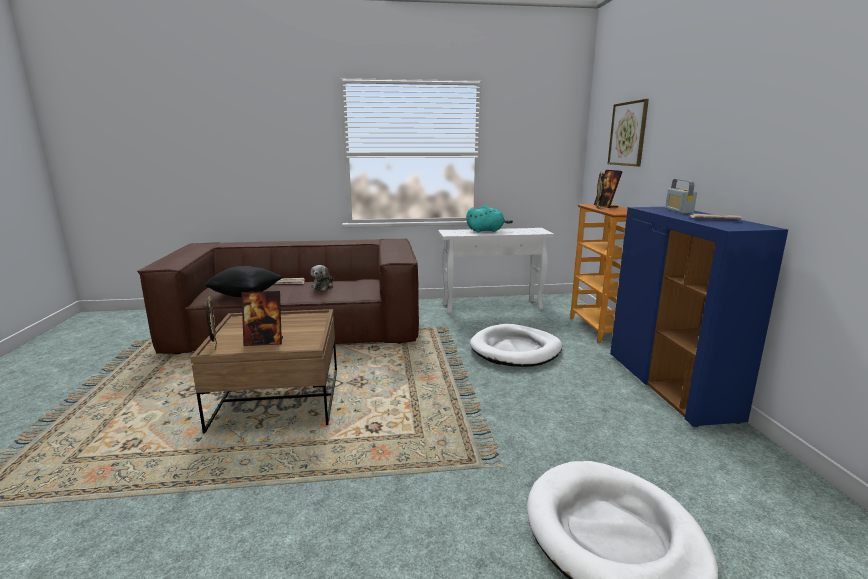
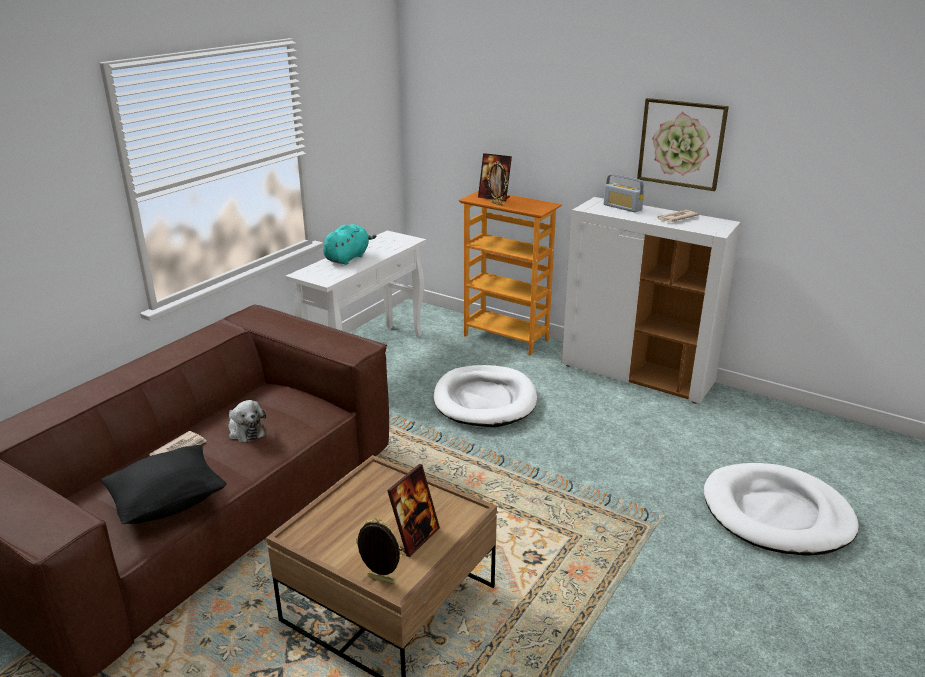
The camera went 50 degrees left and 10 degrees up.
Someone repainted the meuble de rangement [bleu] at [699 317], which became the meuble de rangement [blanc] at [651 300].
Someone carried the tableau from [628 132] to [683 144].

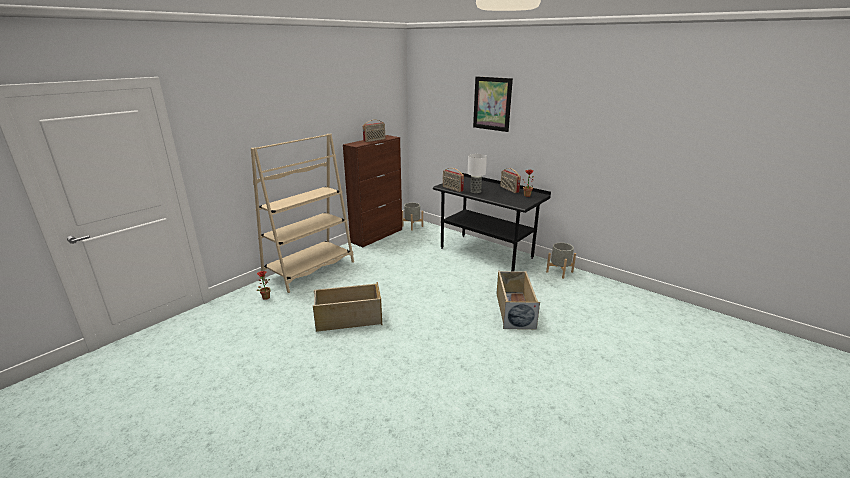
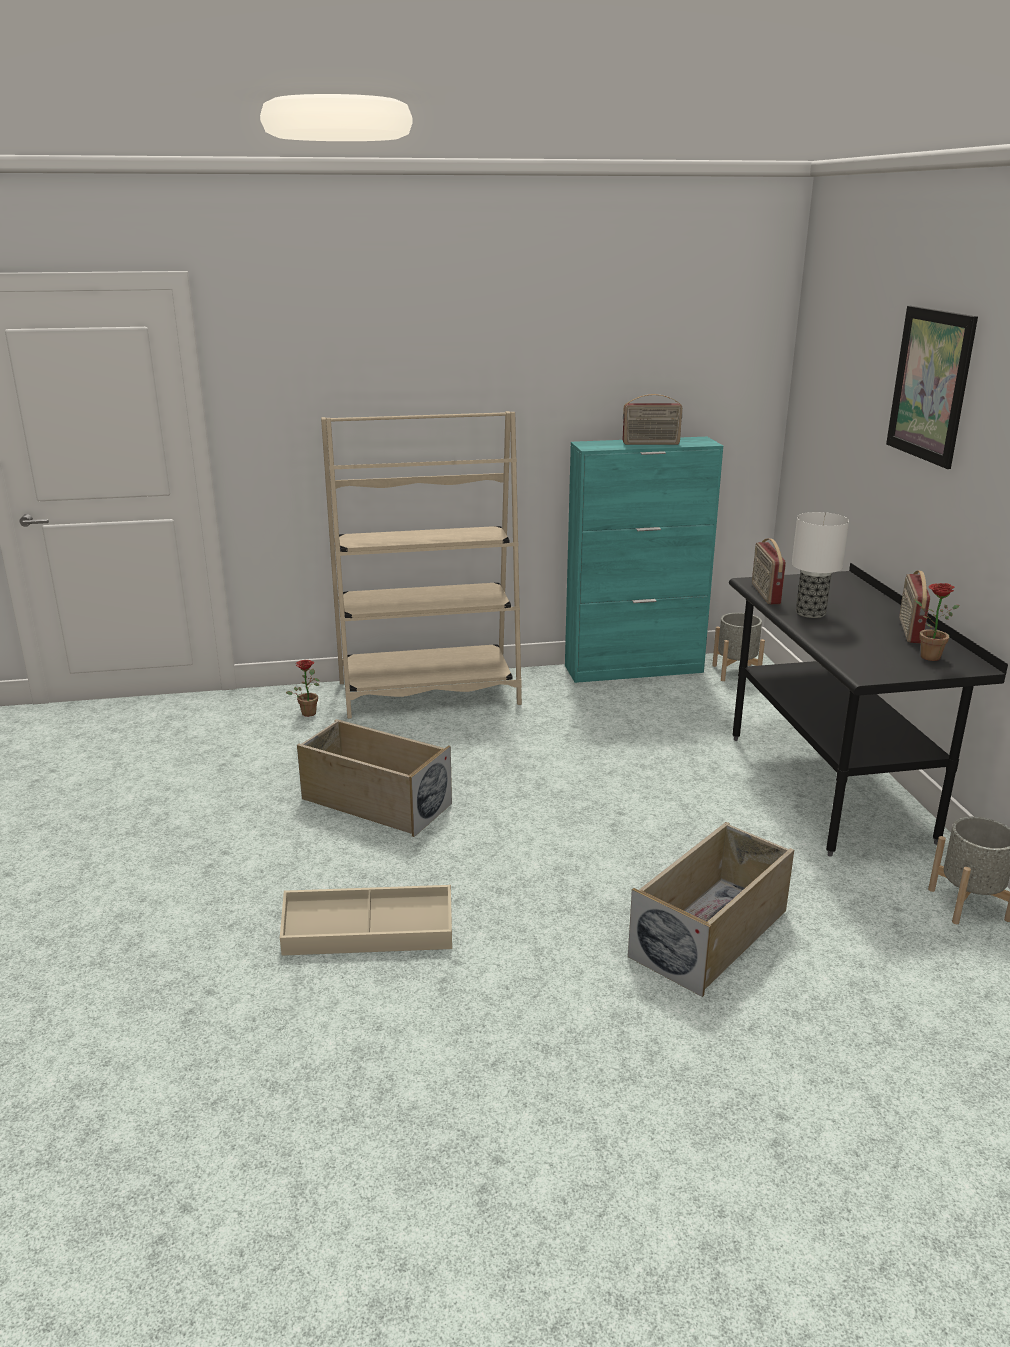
The camera went 40 degrees right and 0 degrees up.
Someone put down the boîte de rangement [beige] at [366 920].
Someone repainted the meuble de rangement [marron] at [372 191], which became the meuble de rangement [turquoise] at [644 560].

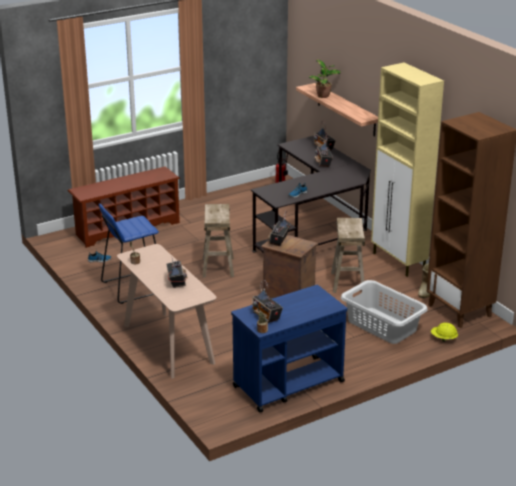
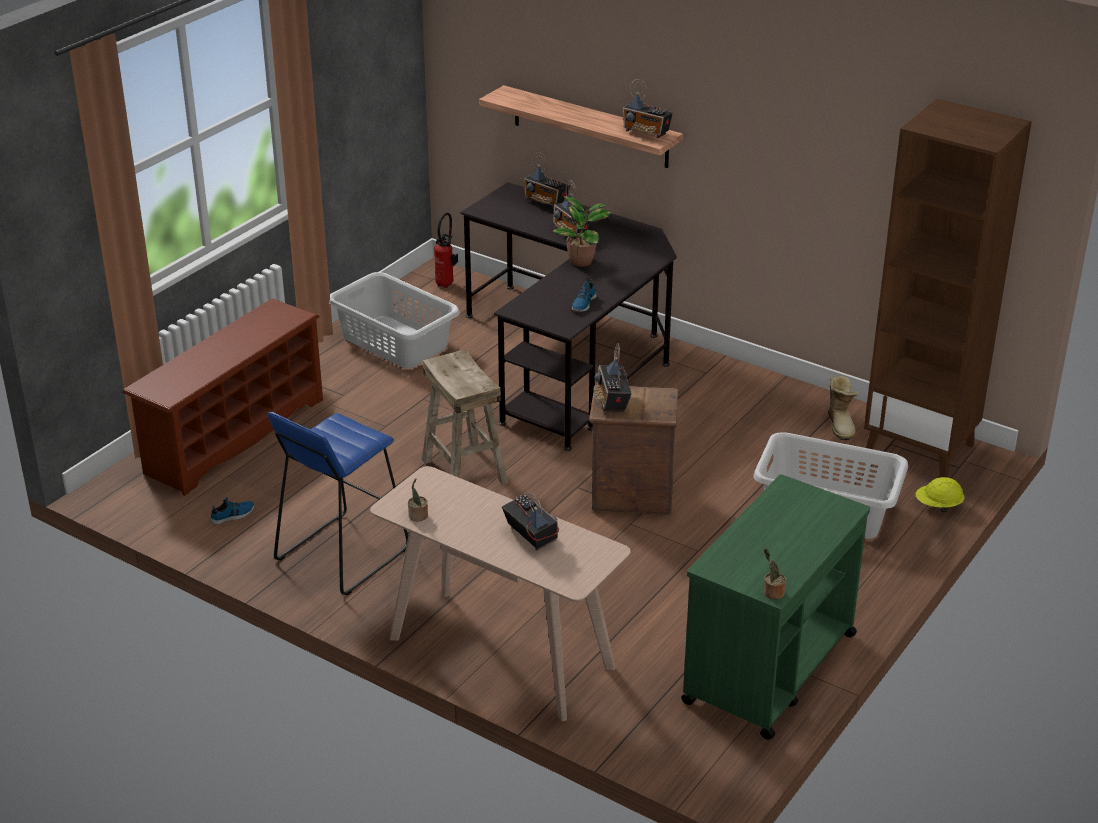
The camera went 25 degrees left and 5 degrees up.
Someone put down the panier à linge [gris] at [394 320].
Someone carried the plante en pot from [325 78] to [582 231].
Someone carried the radio from [267 301] to [648 108].
Someone repainted the chariot [bleu] at [289 348], which became the chariot [vert] at [775 607].
Someone took away the tabouret [beige] at [348 255].
Someone took away the meuble de rangement [beige] at [407 170].

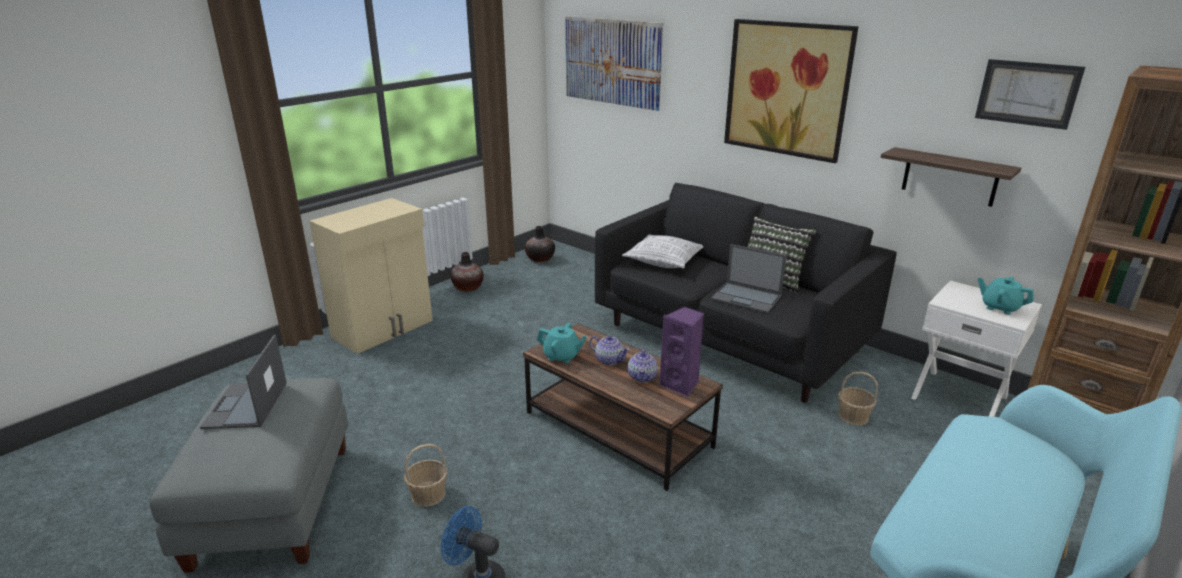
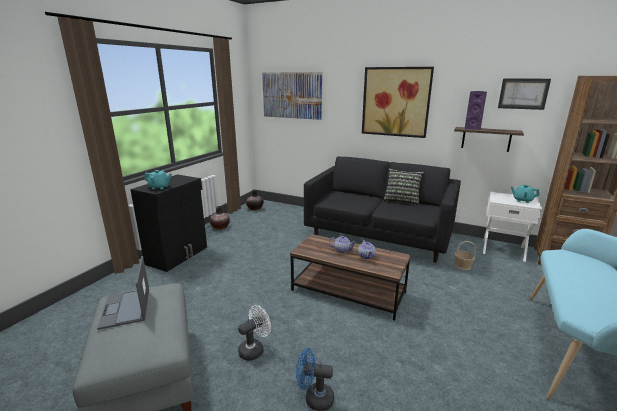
The camera went 15 degrees left and 5 degrees down.
Someone repainted the meuble de rangement [beige] at [371 276], which became the meuble de rangement [noir] at [168 223].
Someone carried the théière [turquoise] from [562 343] to [158 179].
Someone swapped the panier at [425 475] for the ventilateur [blanc] at [254 333].
Someone carried the enceinte [violet] from [681 351] to [475 110].
Someone took away the coussin at [662 251].
Someone took away the ordinateur portable at [749 278].

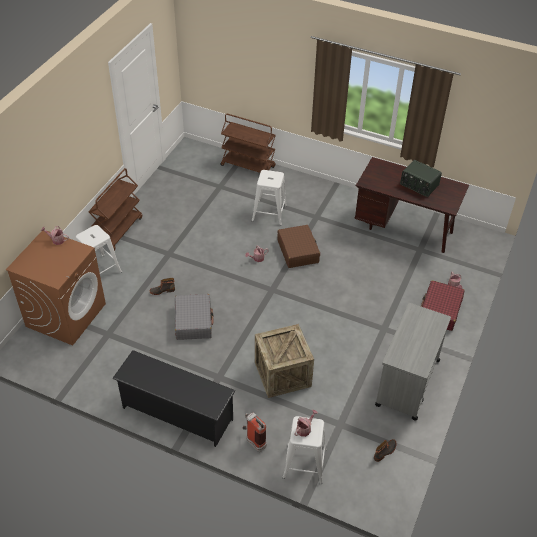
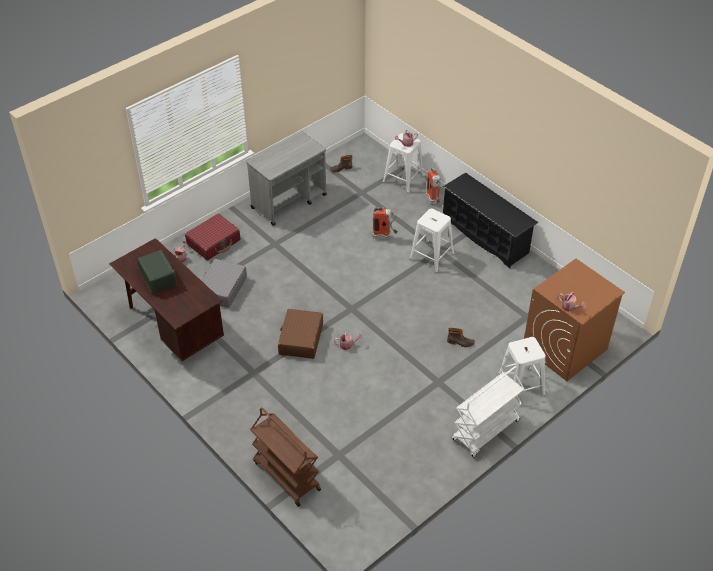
The camera went 155 degrees left and 0 degrees up.
Someone carried the valise [gris] from [194 317] to [224 283].
Someone swapped the caisse at [284 361] for the extincteur at [385 223].
Someone carried the tabouret [blanc] from [269 198] to [431 240].
Someone repainted the chariot [marron] at [115 209], which became the chariot [blanc] at [488 411].

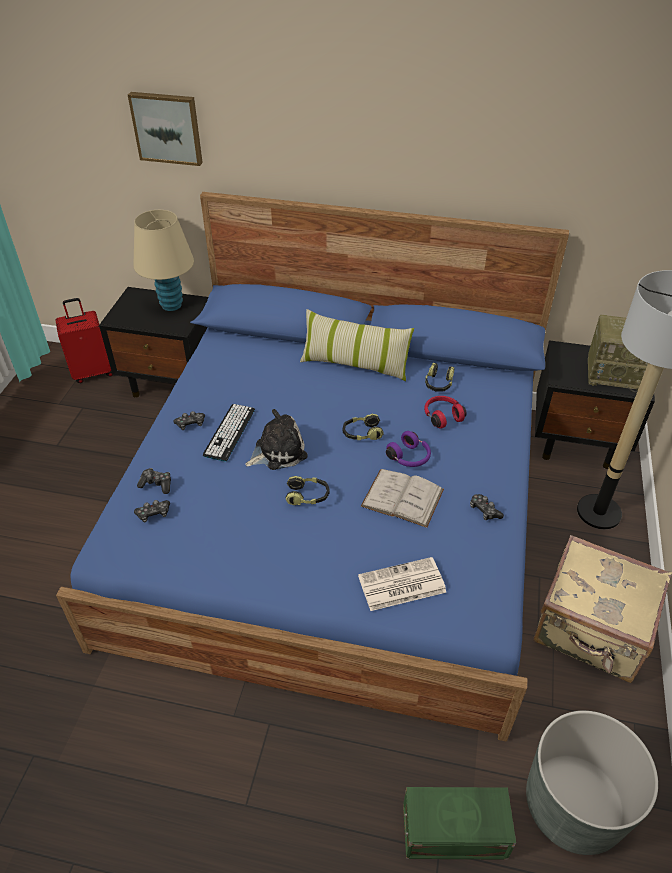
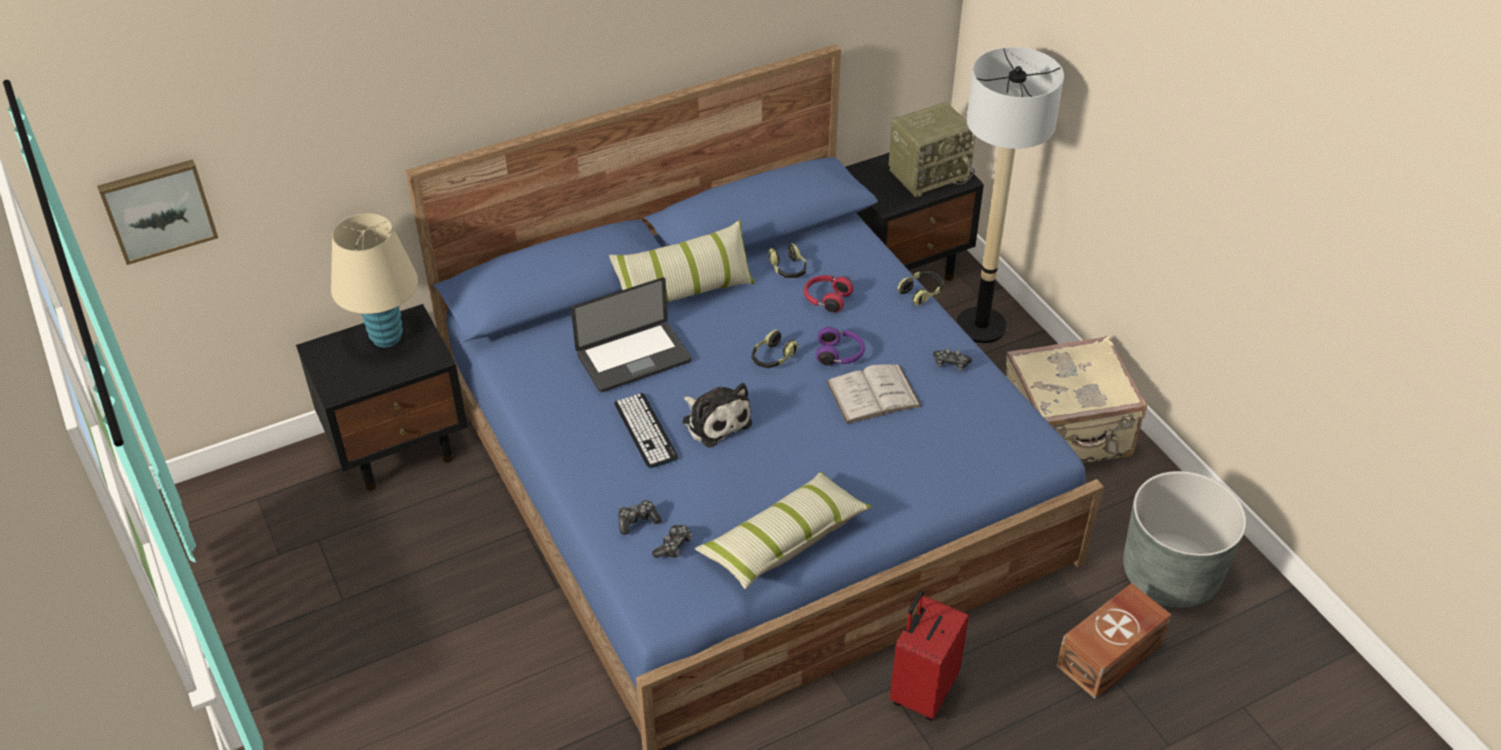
The camera went 40 degrees left and 0 degrees up.
Someone carried the tableau from [165 129] to [157 212].
Someone put down the ordinateur portable at [631 334].
Someone rotated the peluche at [276 439] by 120 degrees clockwise.
Someone put down the coussin at [783 530].
Someone carried the valise [rouge] from [84 340] to [929 655].
Someone carried the casque audio from [307 490] to [920 288].
Someone repainted the boîte de rangement [vert] at [459 823], which became the boîte de rangement [marron] at [1113 641].
Someone took away the manette at [189 420].
Someone took away the journal at [402 584].

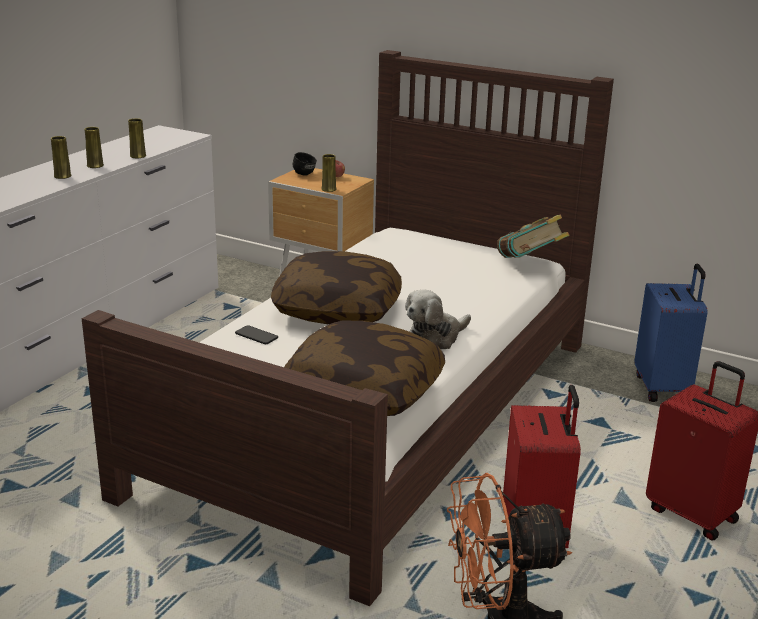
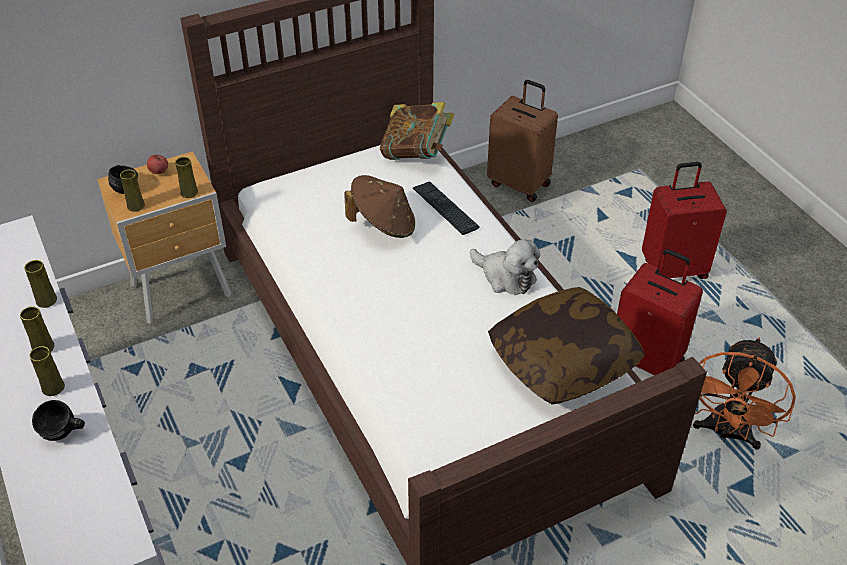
The camera went 55 degrees left and 20 degrees up.
Someone put down the mug [noir] at [58 420].
Someone put down the vase [jaune] at [132 190].
Someone put down the chapeau [marron] at [379 206].
Someone put down the clavier at [446 208].
Someone rotated the peluche at [438 319] by 45 degrees counterclockwise.
Someone repainted the valise [bleu] at [671 333], which became the valise [marron] at [522 141].
Someone took away the téléphone at [256 334].
Someone took away the coussin at [336 288].

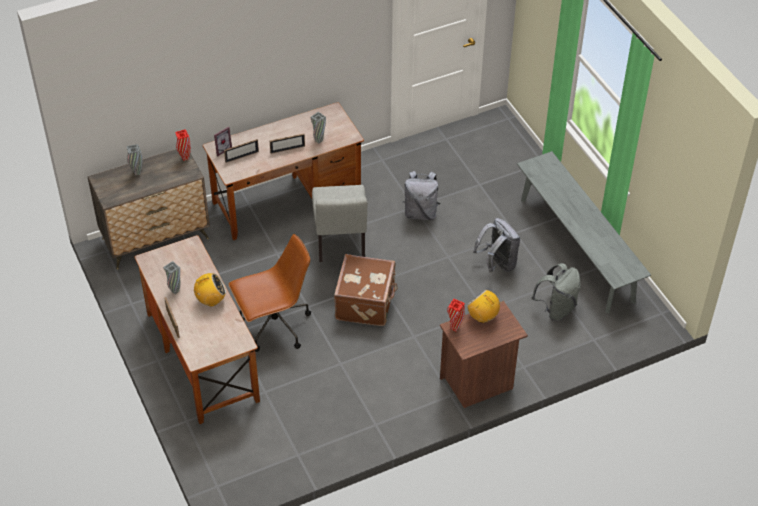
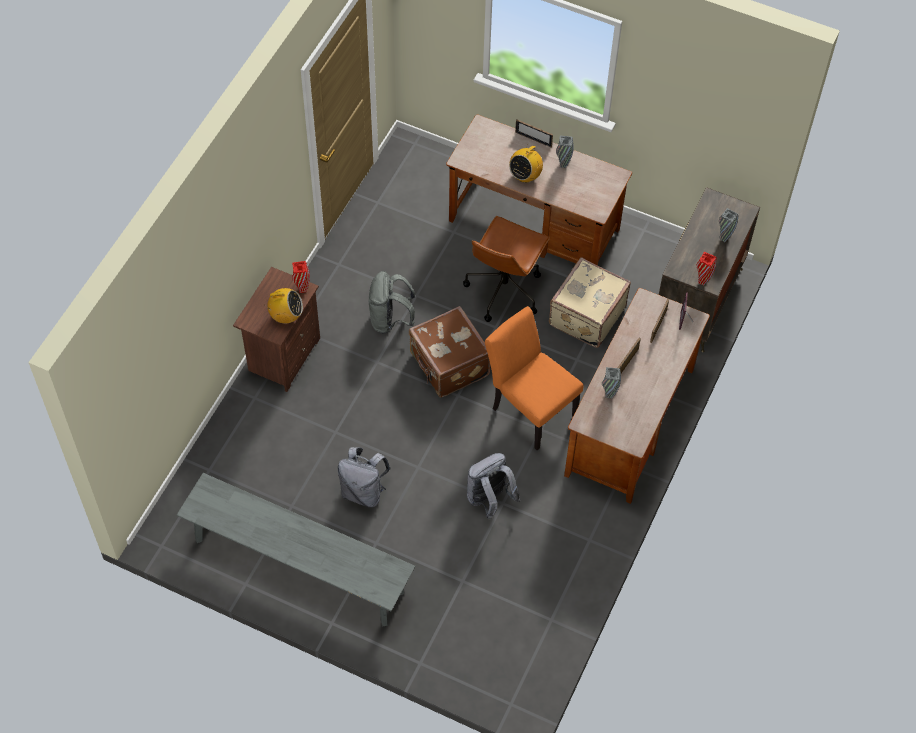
The camera went 140 degrees right and 10 degrees up.
Someone carried the sac à dos [gris] from [556 292] to [391 302].
Someone repainted the chaise [gris] at [340 223], which became the chaise [orange] at [534 378].
Someone put down the valise [beige] at [590 302].

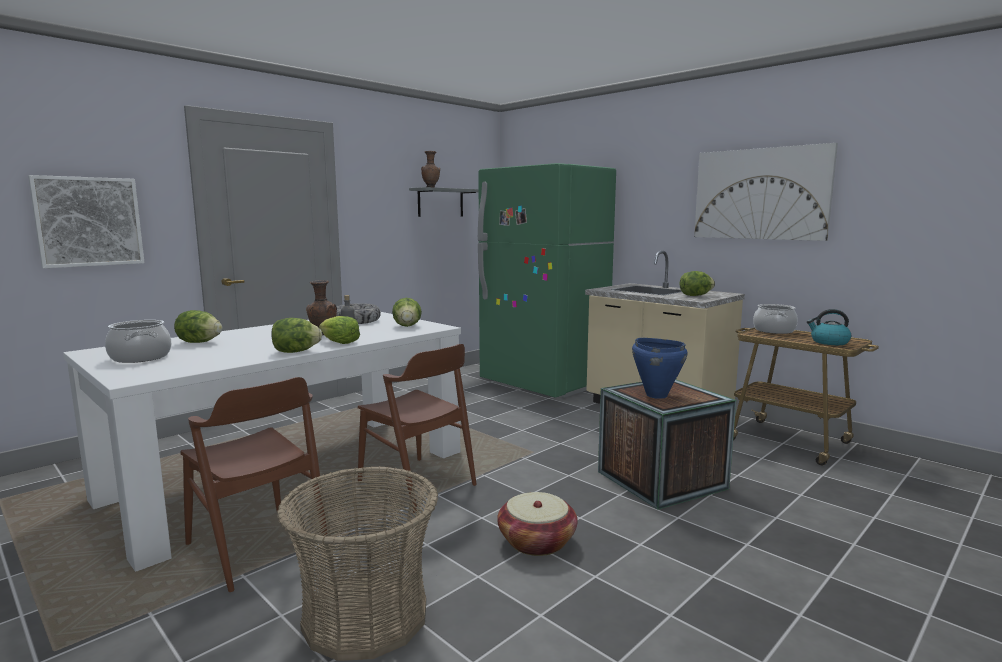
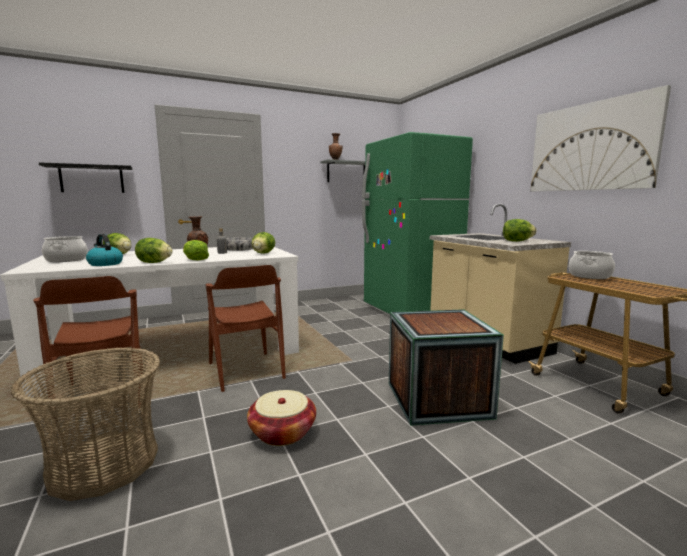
The camera went 20 degrees right and 0 degrees up.
Someone swapped the tableau at [86 221] for the étagère [noir] at [85 177].
Someone carried the bouilloire from [829 327] to [104 250].
Someone took away the marmite [bleu] at [659 368].

